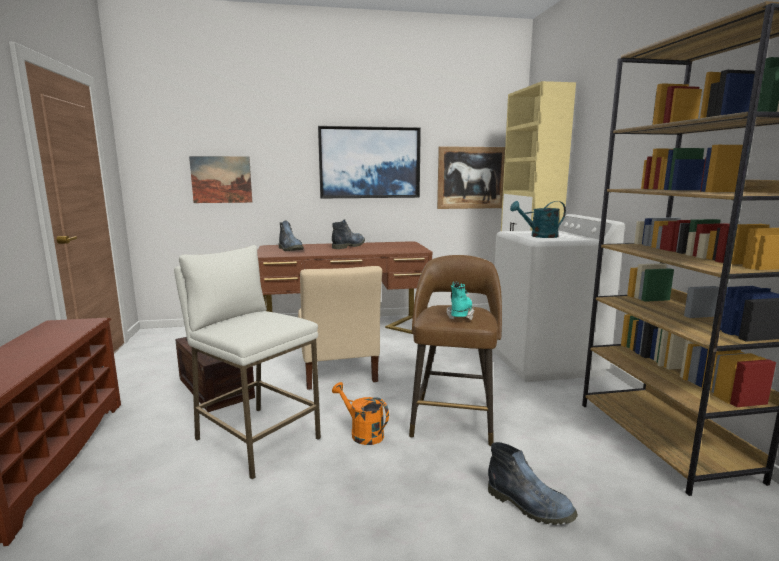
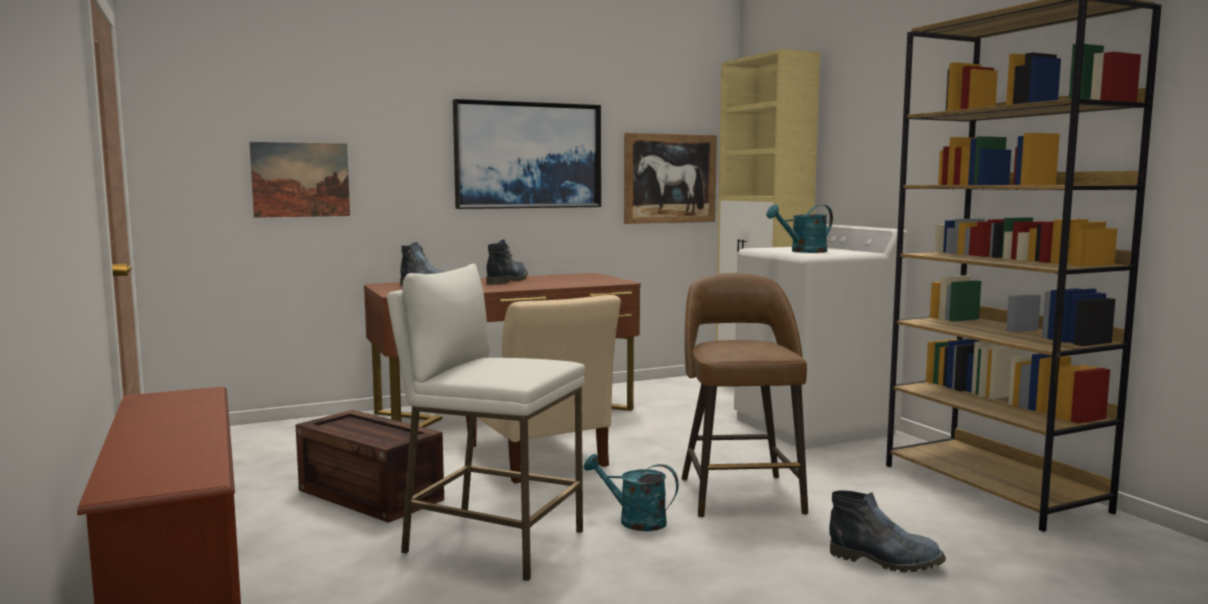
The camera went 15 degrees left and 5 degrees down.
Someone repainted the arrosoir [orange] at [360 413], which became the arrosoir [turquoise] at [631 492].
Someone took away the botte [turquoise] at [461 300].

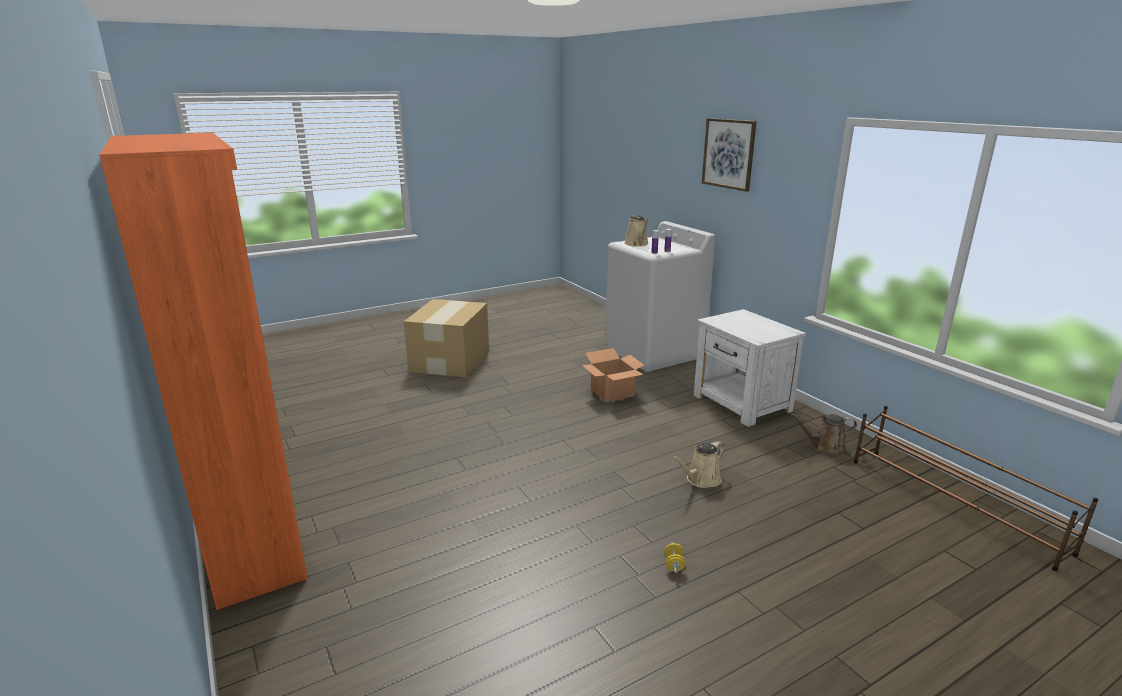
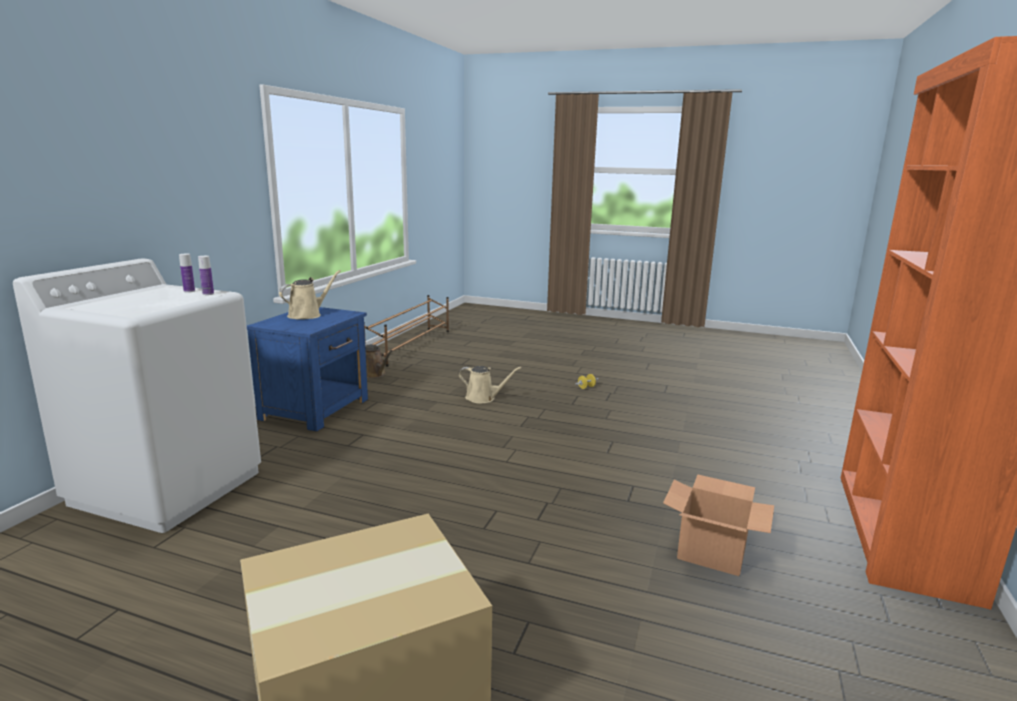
The camera went 130 degrees left and 5 degrees down.
Someone repainted the table de chevet [blanc] at [750 368], which became the table de chevet [bleu] at [307 369].
Someone carried the arrosoir [beige] from [636 231] to [310 294].
Someone carried the carton from [613 375] to [718 525].
Someone took away the tableau at [729 155].

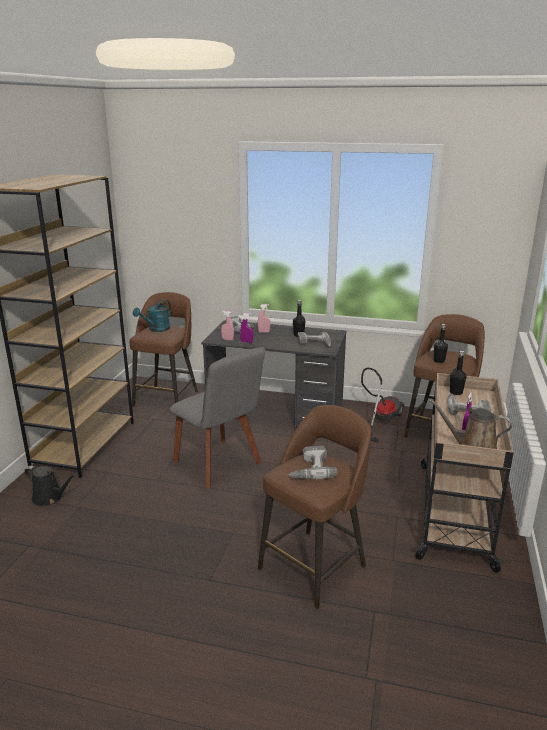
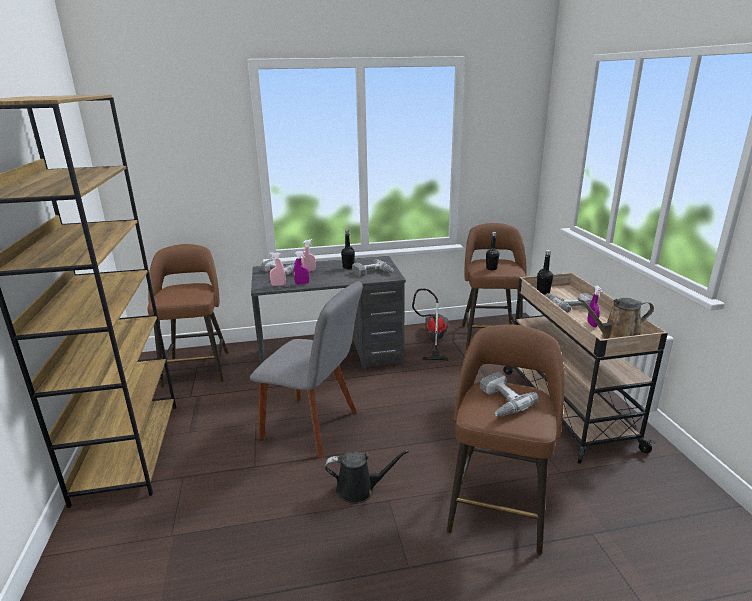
The camera went 25 degrees left and 0 degrees up.
Someone carried the arrosoir [noir] from [50 486] to [367 477].
Someone took away the arrosoir [turquoise] at [152 316].

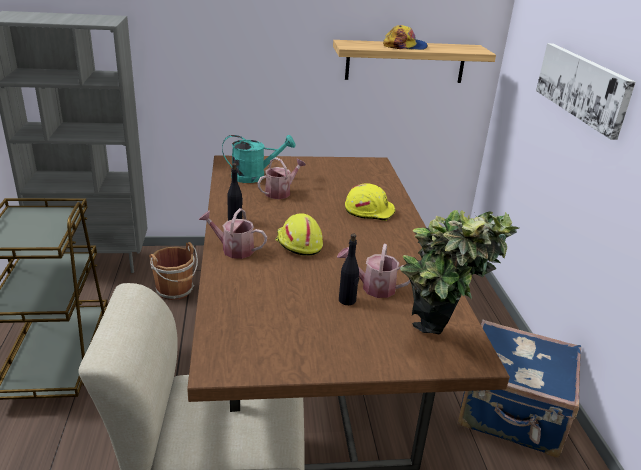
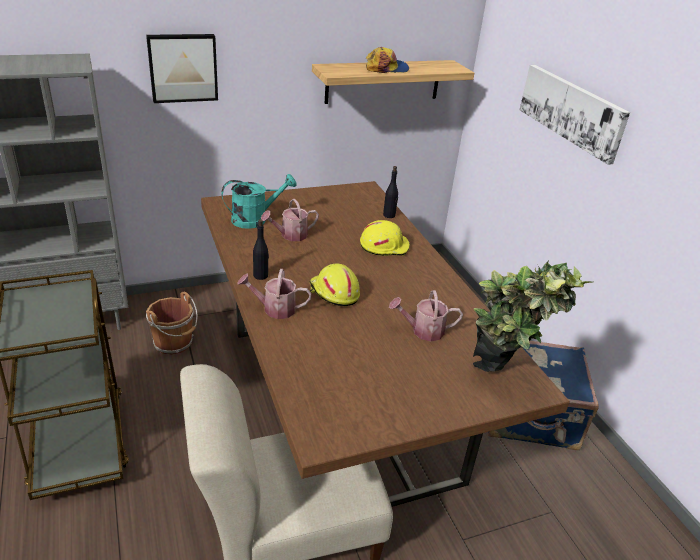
The camera went 15 degrees left and 5 degrees up.
Someone put up the tableau at [182 68].
Someone rotated the arrosoir at [281 178] by 150 degrees counterclockwise.
Someone carried the bouteille [noir] from [349 269] to [390 192].

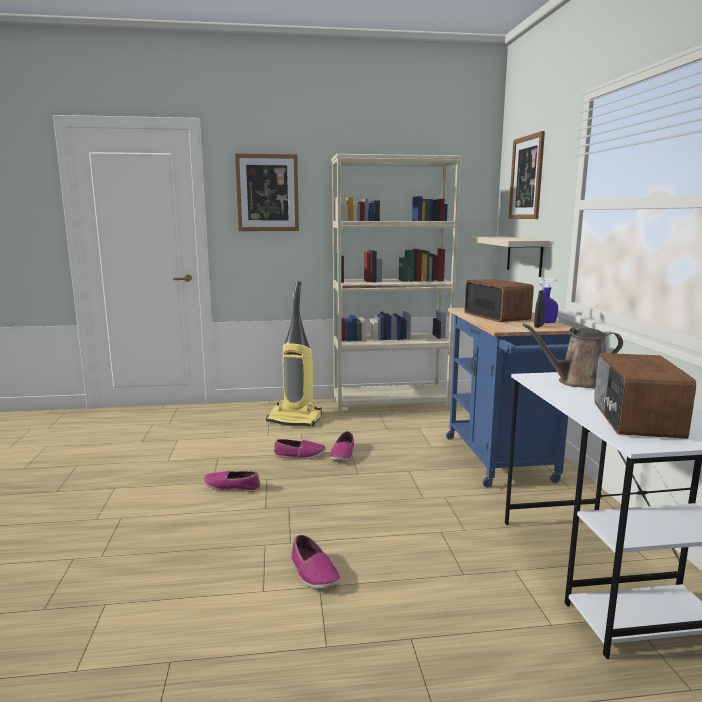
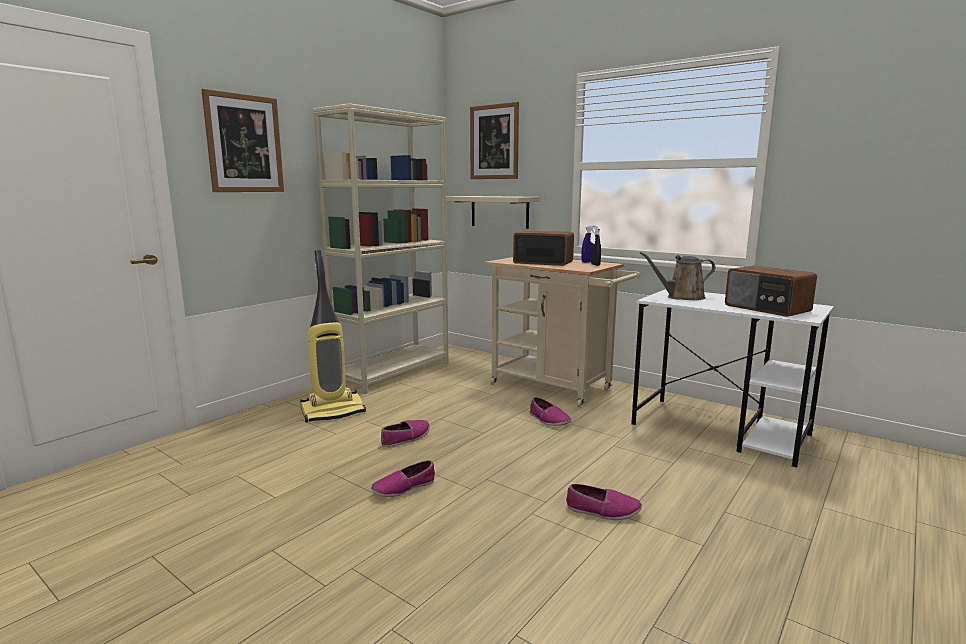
The camera went 45 degrees left and 0 degrees up.
Someone repainted the chariot [bleu] at [509 398], which became the chariot [beige] at [562 332].
Someone carried the chaussure from [342 446] to [550 411].
Someone rotated the arrosoir [marron] at [573 356] by 45 degrees clockwise.

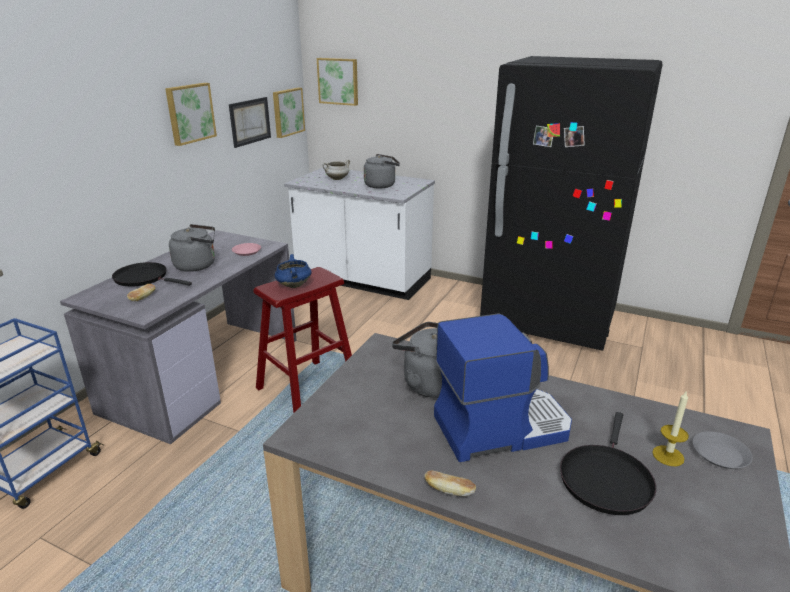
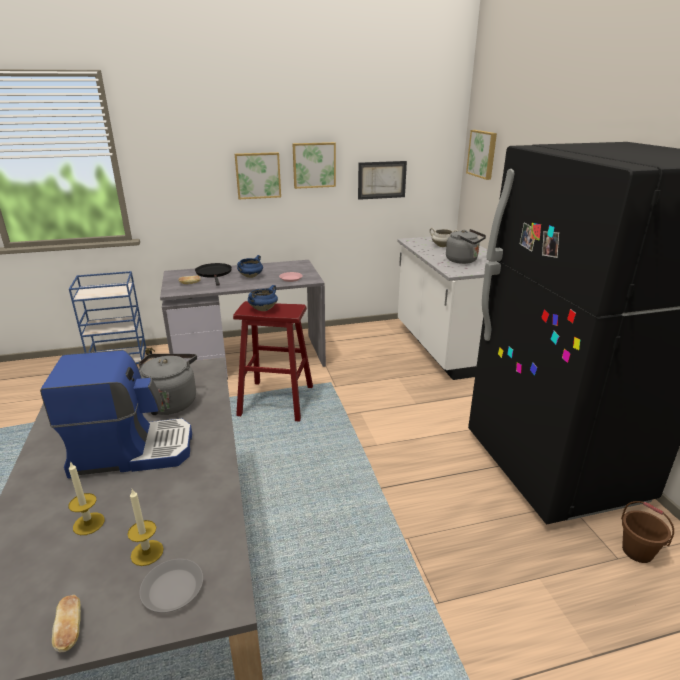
The camera went 50 degrees right and 0 degrees up.
Someone rotated the machine à café at [503 387] by 45 degrees counterclockwise.
Someone carried the pain from [450 484] to [66 623].
Someone swapped the poêle [noir] at [608 463] for the bougie at [87 498].
Someone carried the tableau from [289 113] to [258 175].
Someone swapped the bouilloire [gris] at [192 248] for the marmite [bleu] at [250 266].
Someone put down the seau [marron] at [647 532].

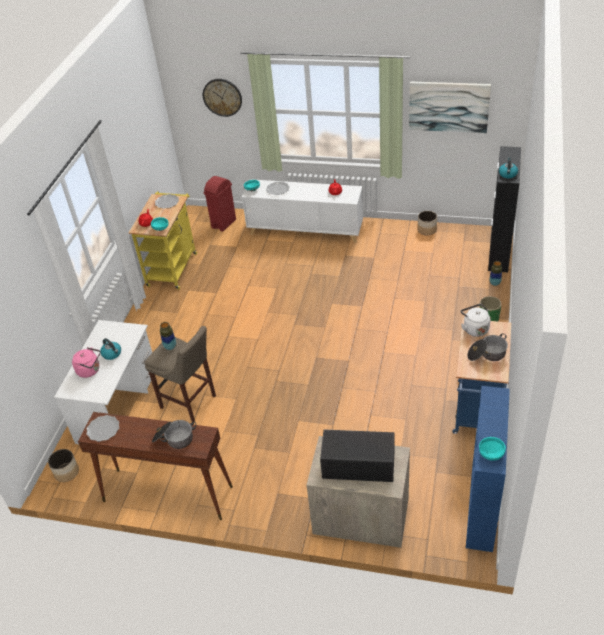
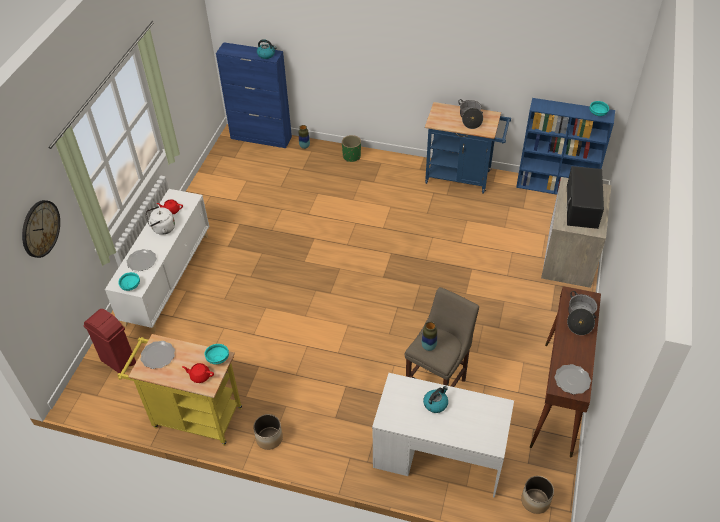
The camera went 90 degrees left and 5 degrees up.
Someone carried the bouilloire [blanc] from [475 320] to [160 220].
Someone repainted the meuble de rangement [noir] at [504 209], which became the meuble de rangement [bleu] at [254 95].
Someone carried the cache-pot from [427 223] to [268 432].
Someone took away the bouilloire [rose] at [86 362].
Someone took away the tableau at [450 107].

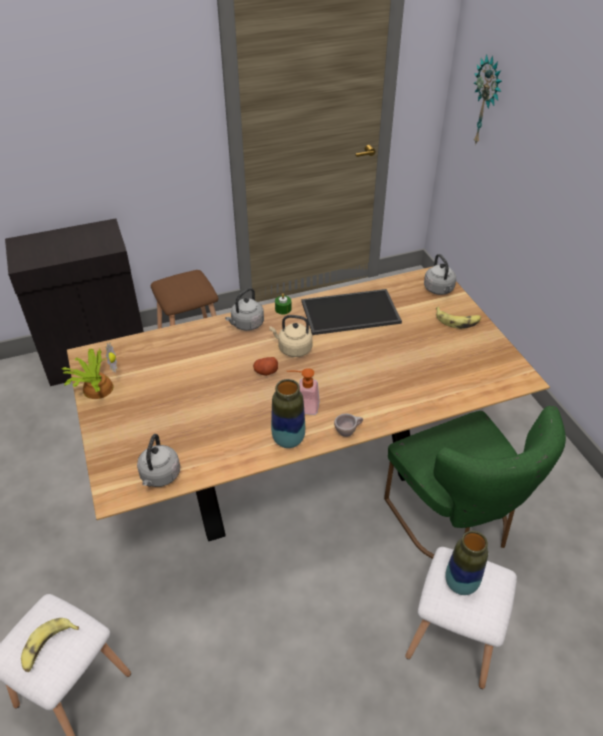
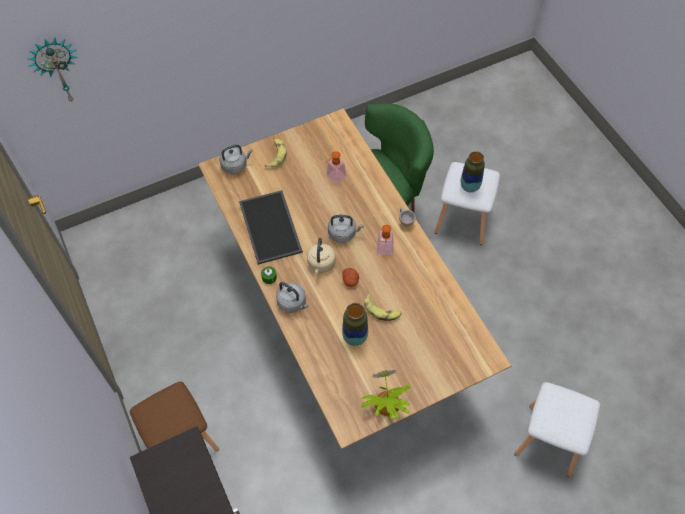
The camera went 95 degrees left and 15 degrees up.
Someone put down the distributeur de savon at [336 167].
Someone carried the bouilloire [gris] from [158 460] to [346 228].
Someone carried the vase from [288 413] to [355 324].
Someone carried the banane from [50 645] to [383 306].

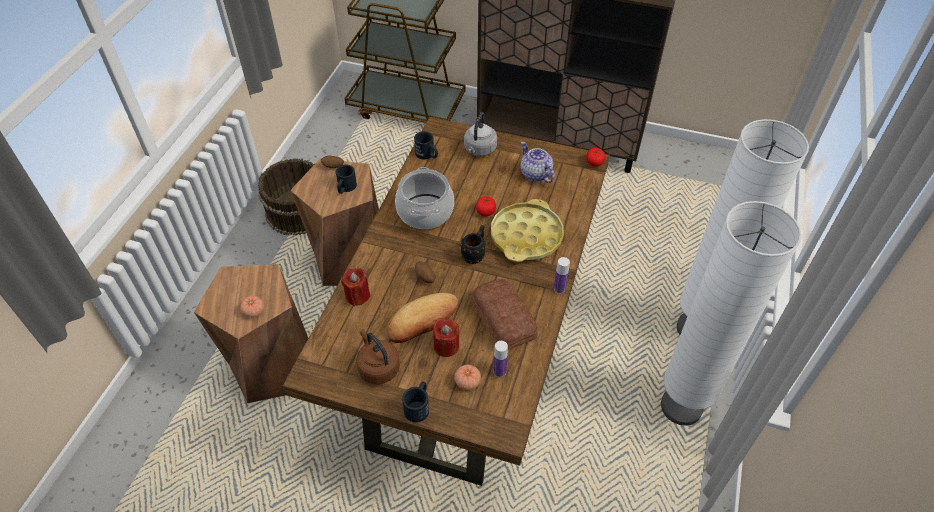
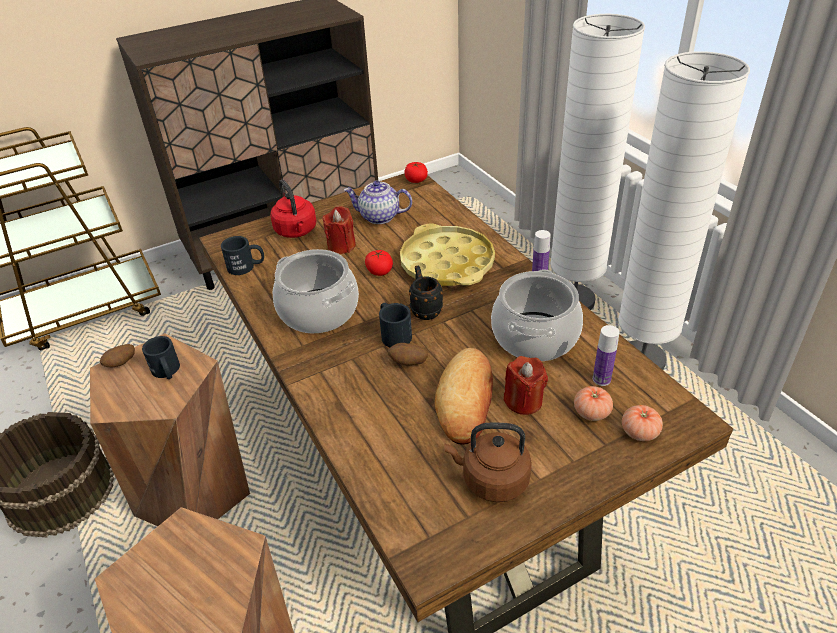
The camera went 45 degrees left and 10 degrees down.
Someone repainted the bouilloire [gris] at [480 134], which became the bouilloire [rouge] at [293 208].
Someone carried the bougie [rouge] from [356 287] to [339 230].
Someone carried the mug [noir] from [415 402] to [395 325].
Someone swapped the pain at [504 314] for the marmite at [537 315].
Someone carried the tomate from [252 307] to [642 423].

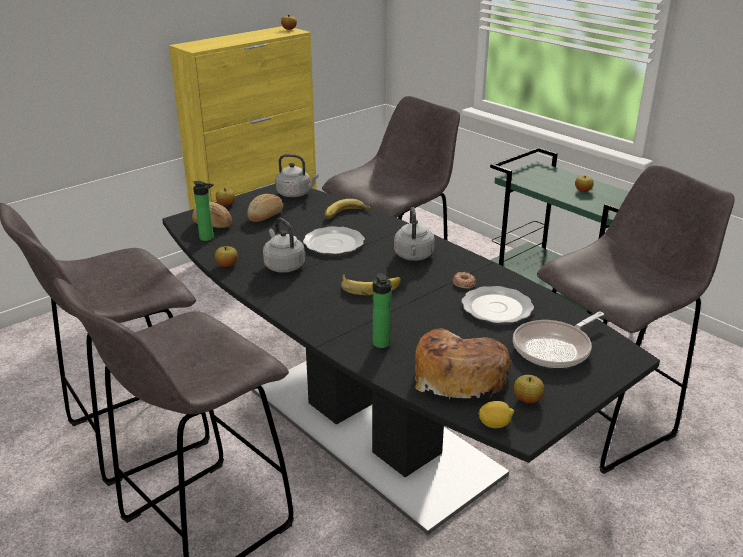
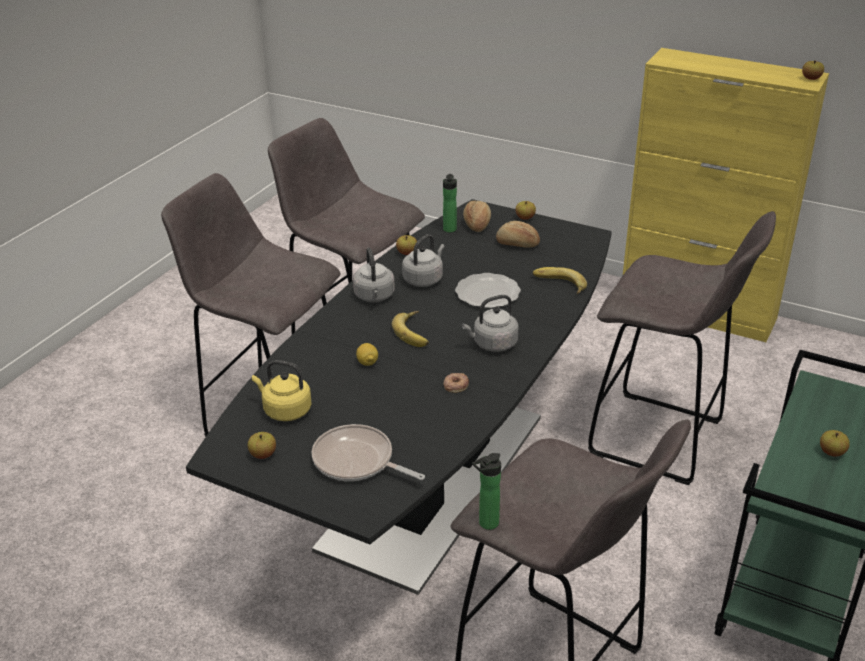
The camera went 70 degrees right and 5 degrees up.
Someone swapped the pain at [463 364] for the bouilloire [jaune] at [282 390].
Someone carried the bouilloire [gris] from [297 175] to [374 274].
Someone carried the citron from [496 414] to [367 354].
Someone carried the bouteille from [382 310] to [486 491].
Someone took away the assiette at [497 305].

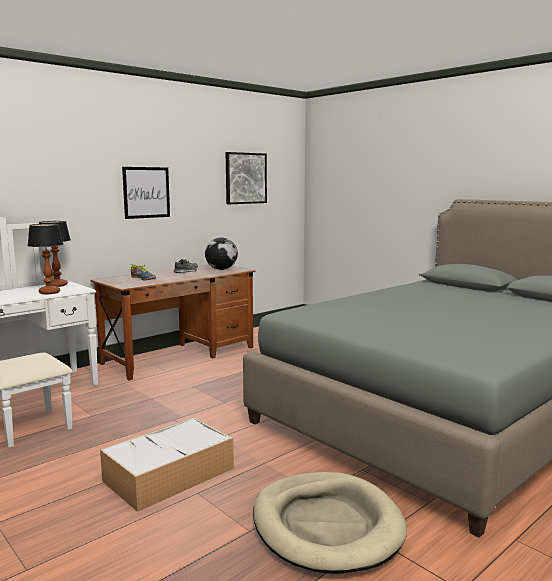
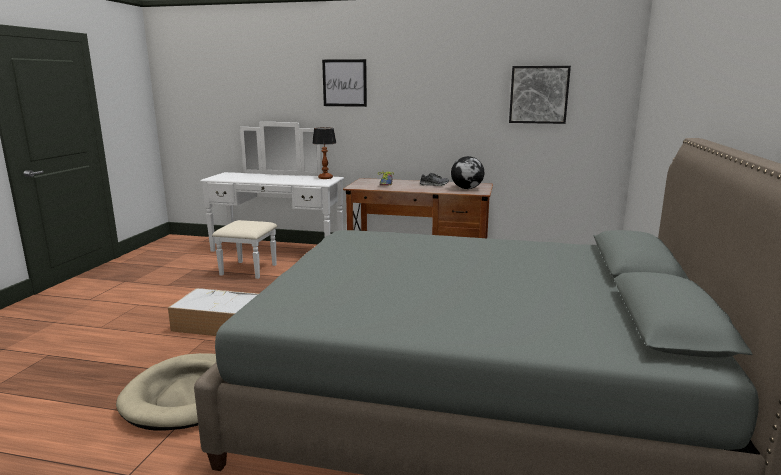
The camera went 55 degrees right and 5 degrees up.
Someone carried the tableau from [146 193] to [344 83].
Someone took away the lampe de table at [46 259].

